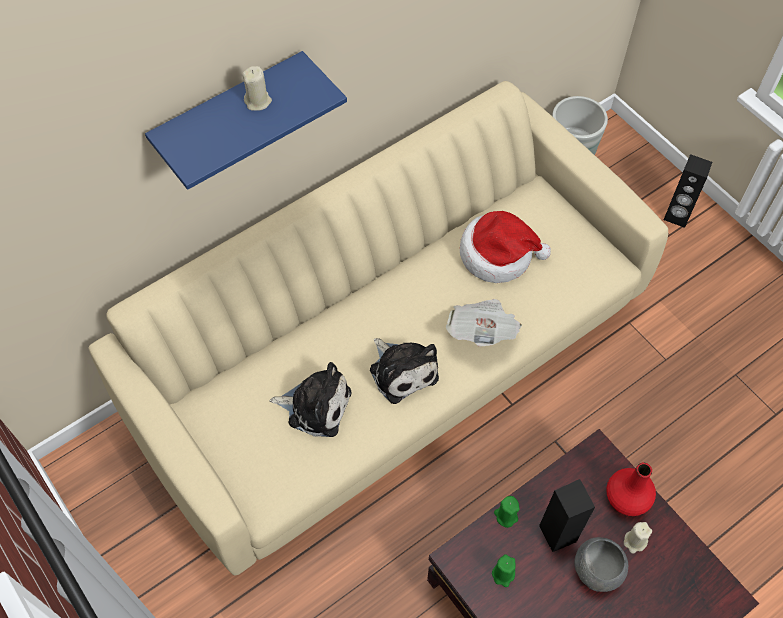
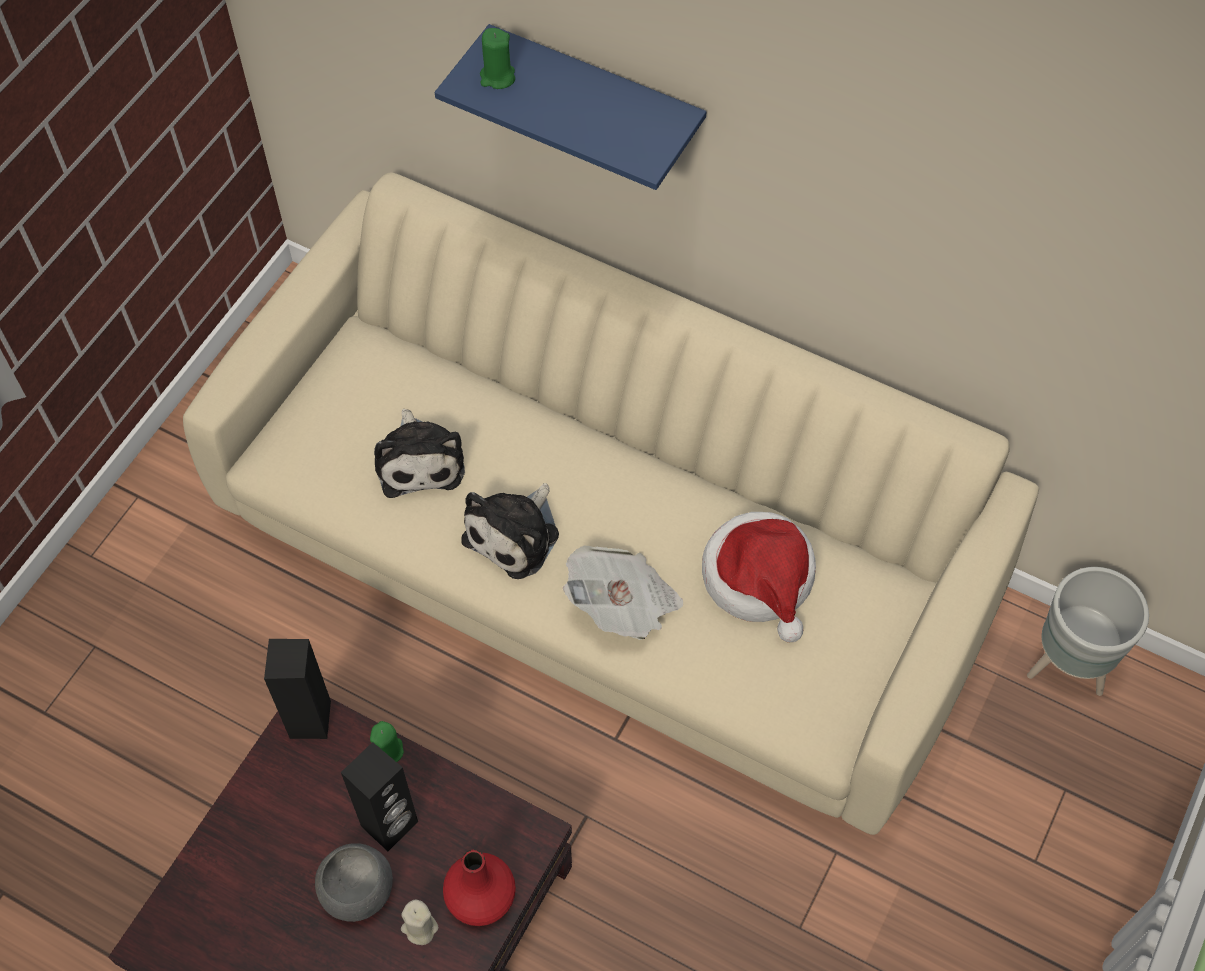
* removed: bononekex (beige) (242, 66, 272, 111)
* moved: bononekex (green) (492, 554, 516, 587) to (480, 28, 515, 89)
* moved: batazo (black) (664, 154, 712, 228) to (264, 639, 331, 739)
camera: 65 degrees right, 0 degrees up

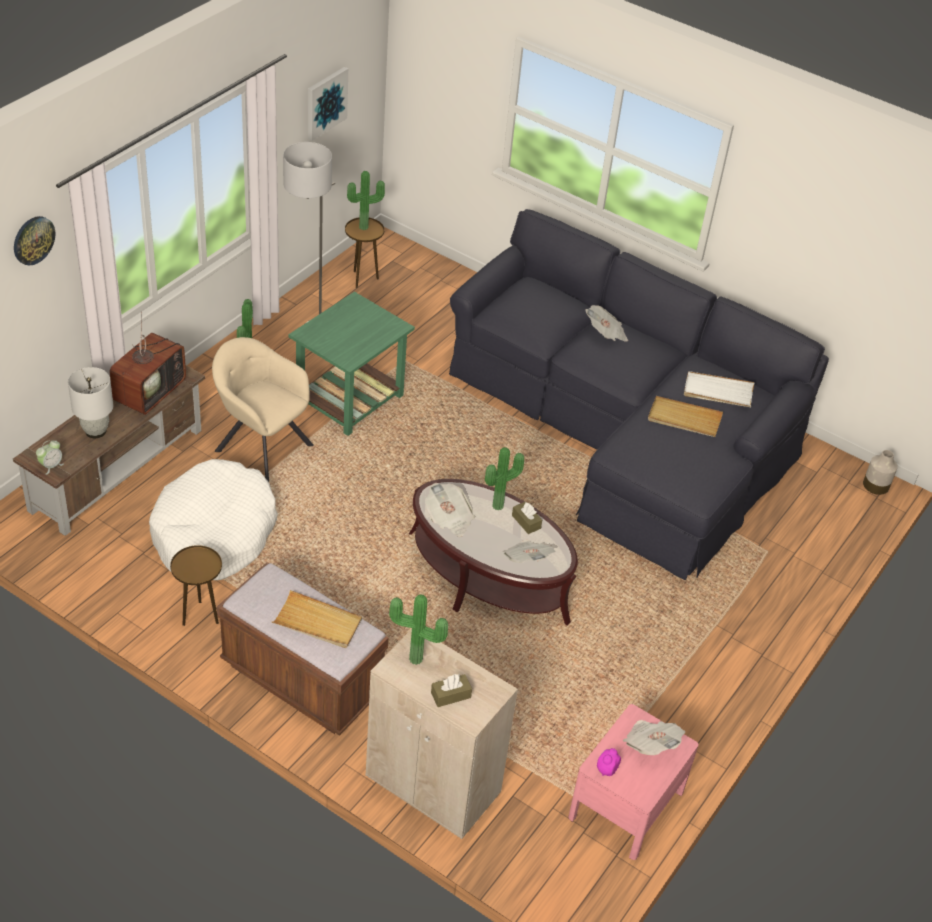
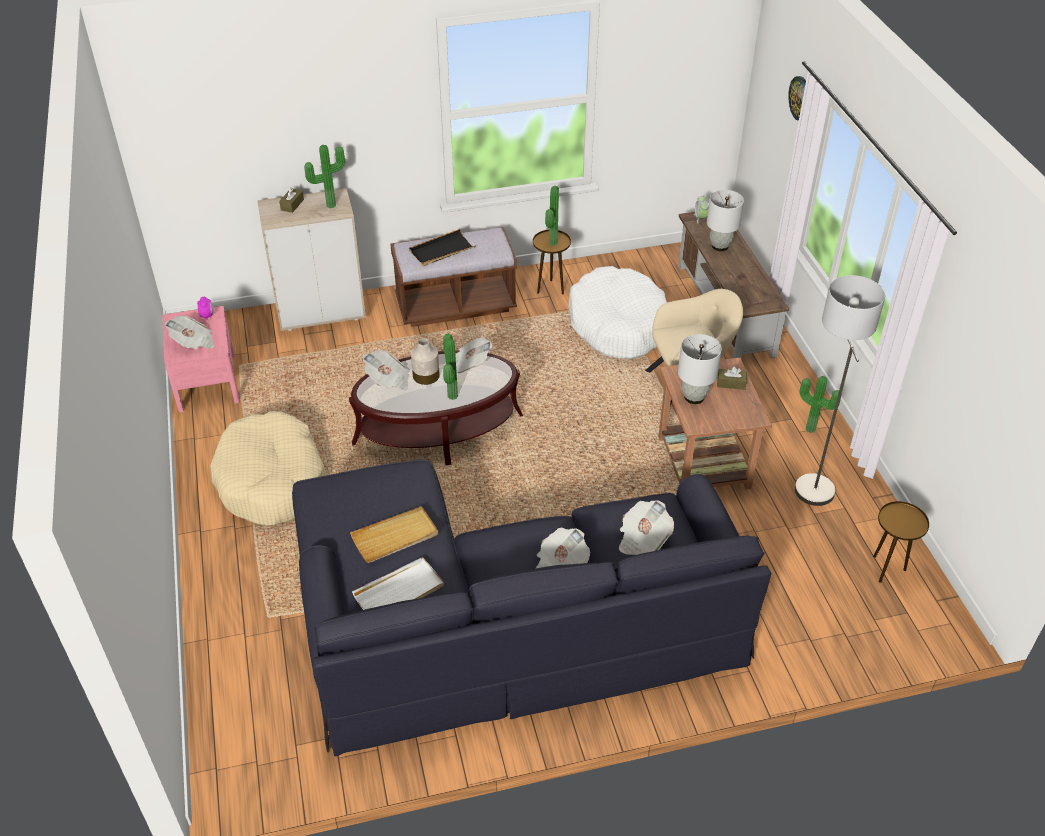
* removed: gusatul (110, 312, 186, 415)
* recoloured: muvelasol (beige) (272, 590, 362, 648) to muvelasol (black) (409, 229, 476, 266)
* recoloured: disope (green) (289, 292, 415, 436) to disope (brown) (659, 358, 772, 490)
* removed: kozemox (308, 67, 348, 141)
* moved: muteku (347, 171, 385, 230) to (545, 186, 559, 246)
* moved: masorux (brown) (512, 502, 542, 534) to (717, 367, 747, 390)
* moved: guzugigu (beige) (863, 450, 898, 495) to (411, 338, 440, 385)
* added: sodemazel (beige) (210, 411, 327, 526)
* added: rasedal (619, 500, 674, 555)
* added: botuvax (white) (678, 334, 722, 404)
camera: 135 degrees right, 0 degrees up

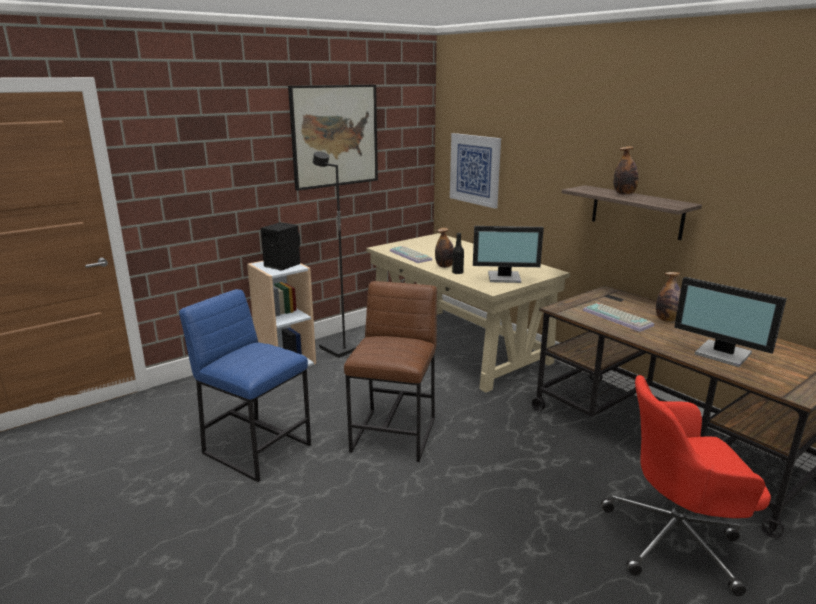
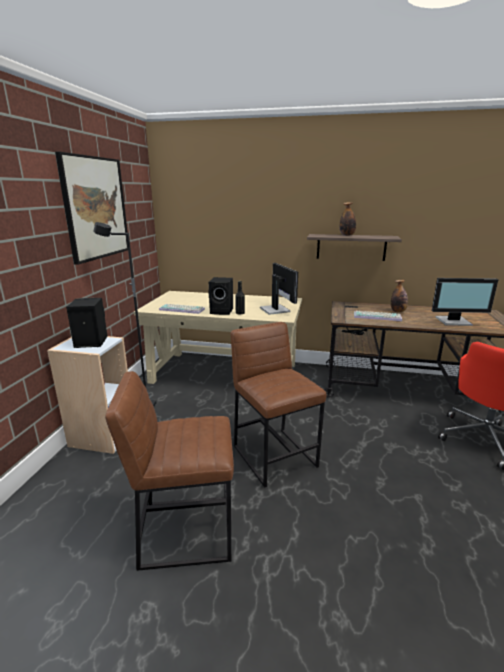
* recoloured: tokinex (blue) (179, 289, 311, 482) to tokinex (brown) (105, 371, 234, 571)
* replaced: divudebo (435, 228, 454, 268) to batazo (black) (208, 277, 233, 315)
* removed: kozemox (450, 133, 501, 209)
* turned: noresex (473, 226, 544, 283) = (260, 263, 298, 315) 75 degrees counterclockwise
camera: 40 degrees left, 0 degrees up

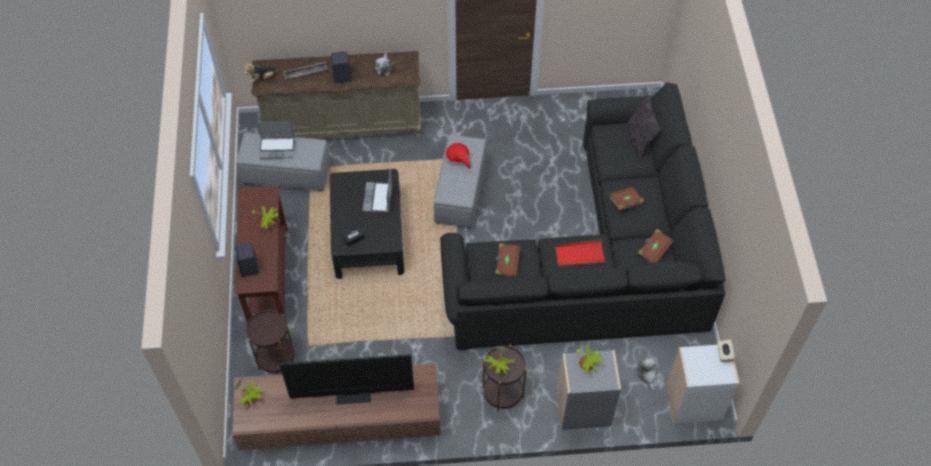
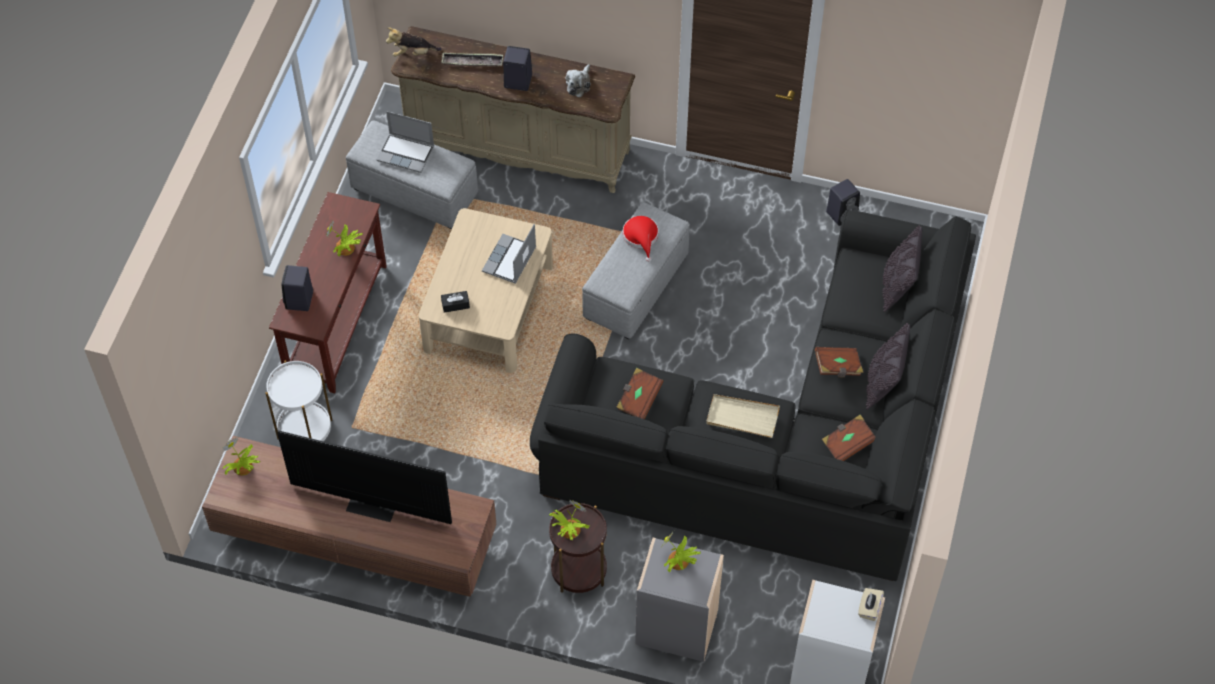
* recoloured: disope (brown) (246, 310, 295, 373) to disope (white) (265, 360, 333, 441)
* recoloured: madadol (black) (330, 169, 405, 279) to madadol (beige) (418, 208, 553, 373)
* recoloured: muvelasol (red) (555, 239, 605, 266) to muvelasol (beige) (706, 394, 780, 438)
* removed: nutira (637, 357, 657, 391)
* added: batazo (black) (826, 179, 860, 226)
* added: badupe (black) (866, 323, 910, 410)
camera: 20 degrees right, 0 degrees up

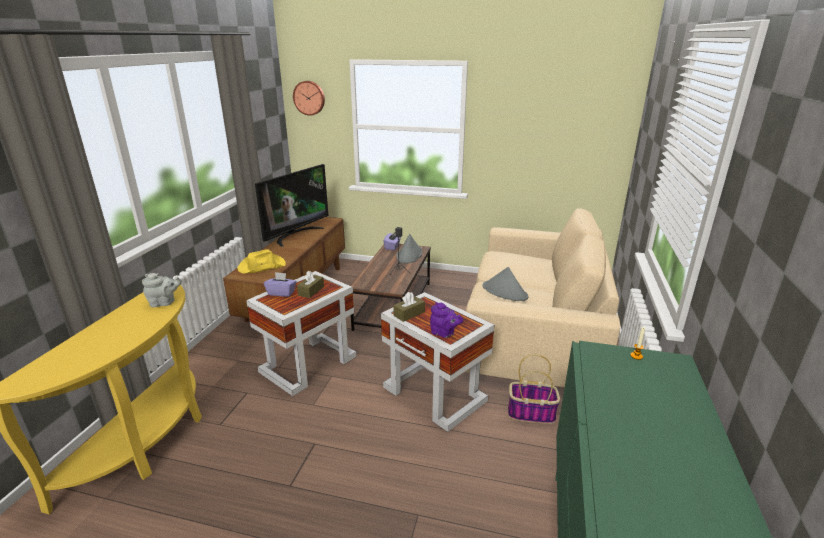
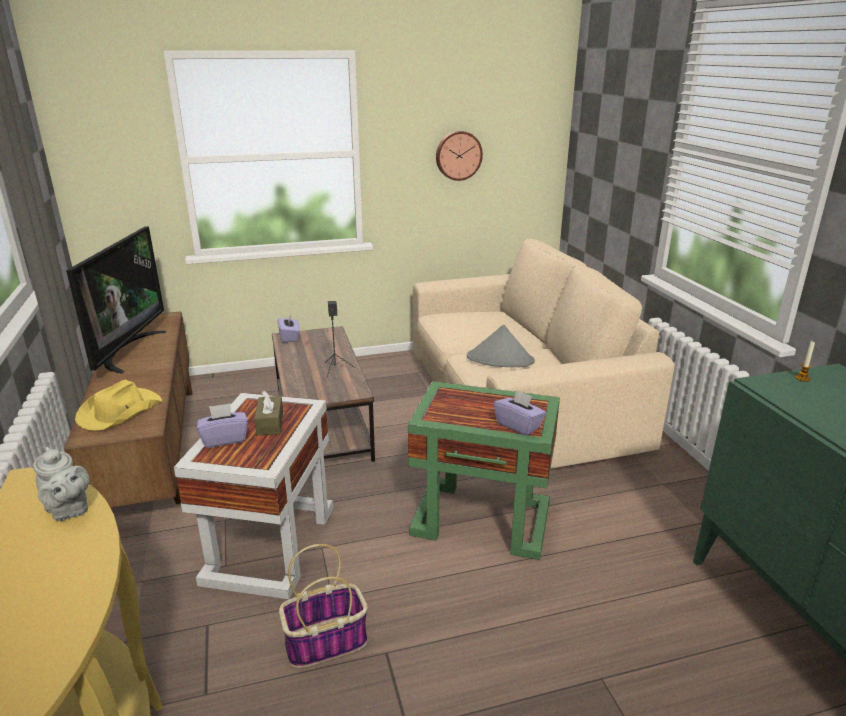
* turned: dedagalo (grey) (142, 273, 182, 307) = (33, 447, 89, 521) 90 degrees clockwise
* moved: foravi (293, 81, 325, 116) to (436, 131, 483, 181)
* recoloured: disope (white) (381, 292, 494, 432) to disope (green) (408, 381, 560, 560)
* removed: masorux (brown) (393, 292, 425, 322)
* removed: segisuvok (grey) (396, 234, 422, 263)
* replaced: dedagalo (purple) (430, 302, 463, 338) to masorux (purple) (494, 389, 546, 436)
* moved: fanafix (508, 354, 560, 424) to (279, 544, 368, 668)
camera: 30 degrees left, 0 degrees up

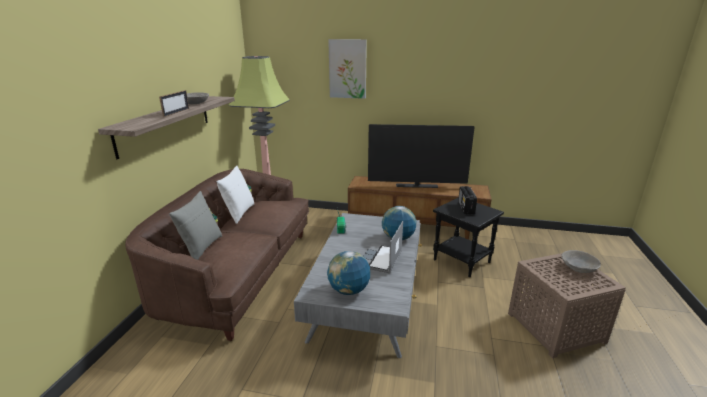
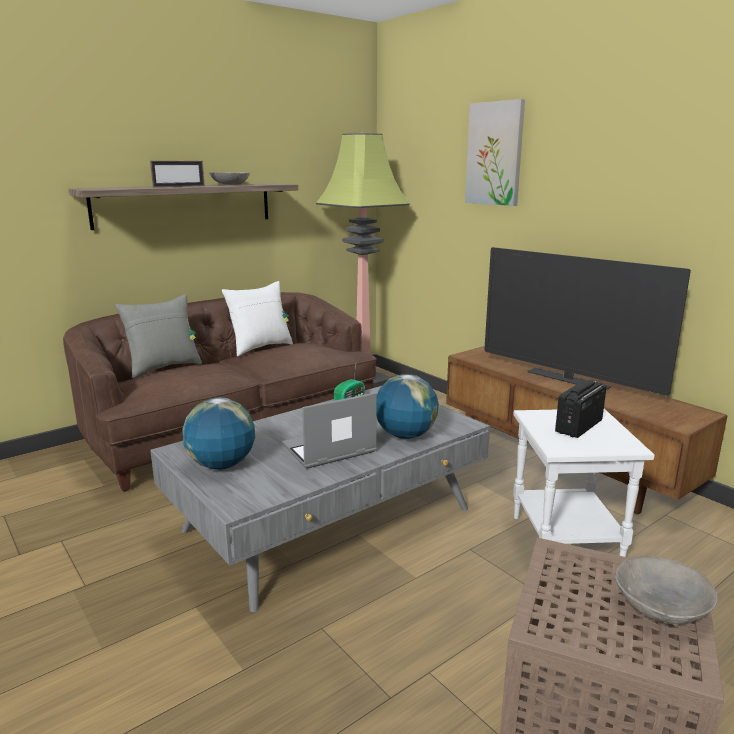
* recoloured: disope (black) (433, 197, 504, 277) to disope (white) (513, 409, 655, 557)
camera: 40 degrees right, 5 degrees down

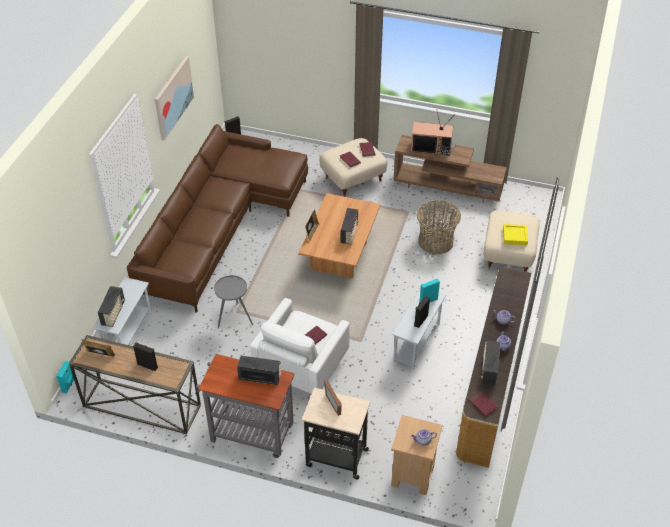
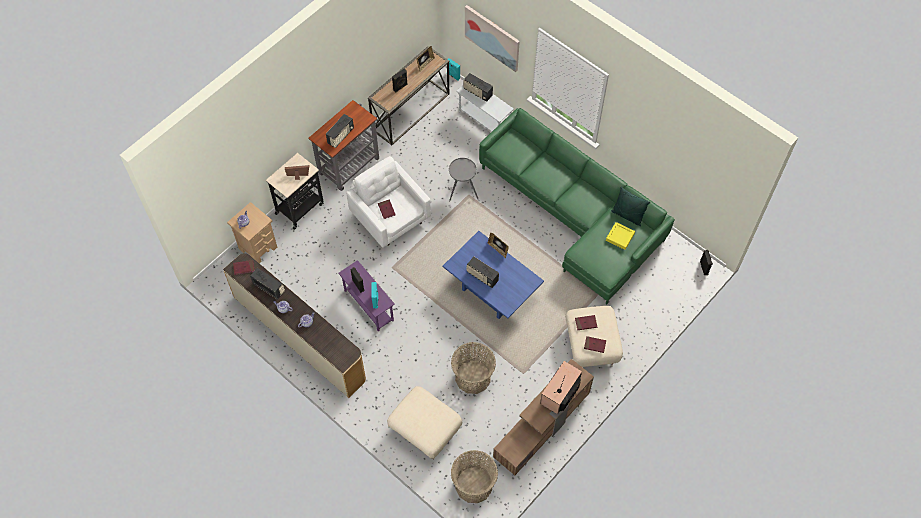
* recoloured: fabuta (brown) (127, 124, 308, 313) to fabuta (green) (479, 108, 675, 304)
* moved: kozemox (155, 56, 194, 141) to (465, 5, 520, 72)
* recoloured: madadol (brown) (299, 193, 381, 279) to madadol (blue) (443, 231, 544, 319)
* recoloured: disope (white) (392, 287, 446, 369) to disope (purple) (338, 260, 395, 331)
* moved: muvelasol (yellow) (503, 224, 528, 245) to (606, 222, 635, 250)
* added: fanafix (451, 450, 498, 503)
* added: badupe (green) (611, 187, 650, 226)
camera: 115 degrees right, 15 degrees up

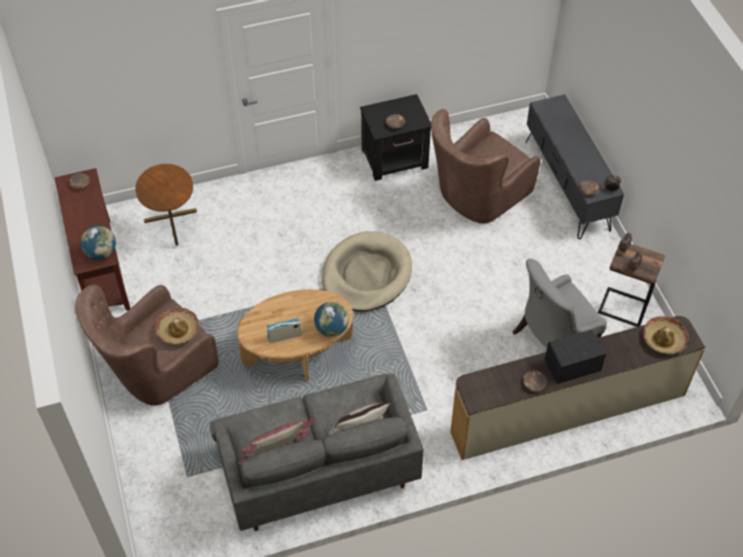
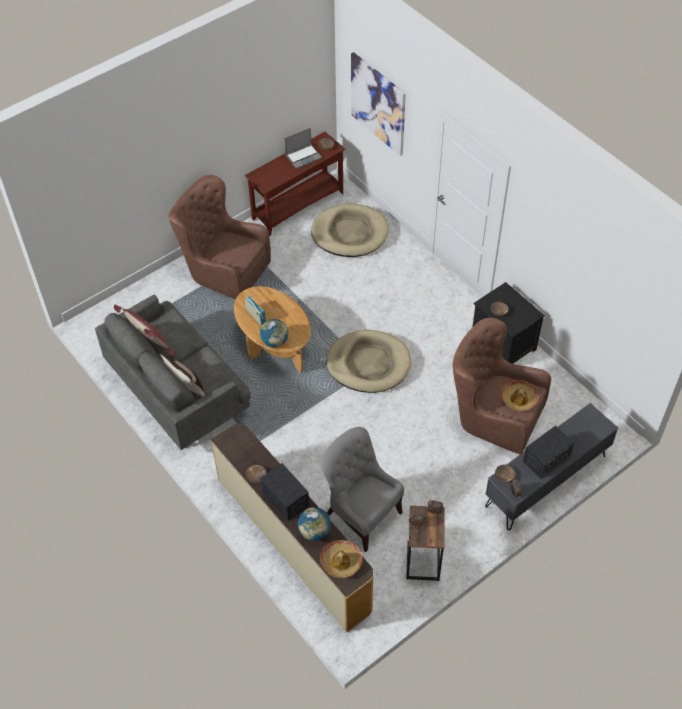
* moved: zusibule (81, 225, 116, 260) to (298, 507, 331, 541)
* replaced: disope (brown) (135, 164, 197, 245) to sodemazel (beige) (311, 203, 389, 257)
* moved: segisuvok (155, 308, 199, 344) to (502, 380, 539, 411)
* added: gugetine (284, 128, 322, 169)
* added: kozemox (351, 52, 406, 156)
* added: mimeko (523, 425, 574, 478)
camera: 70 degrees right, 0 degrees up

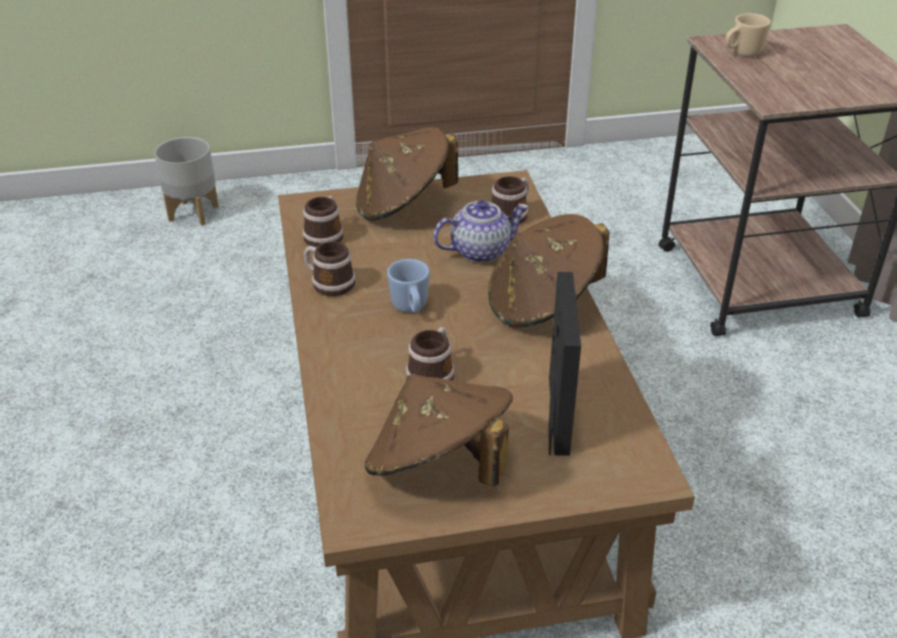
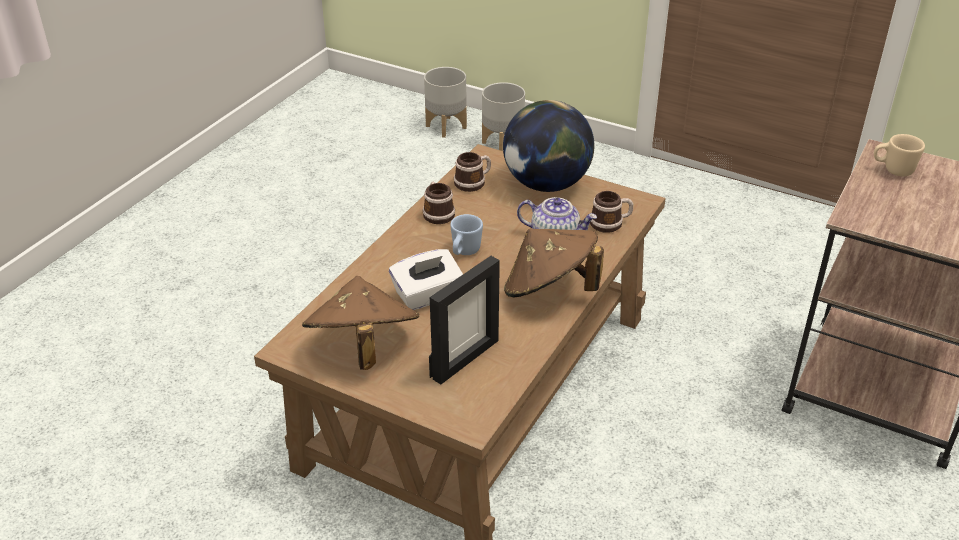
* replaced: segisuvok (brown) (356, 127, 458, 221) to zusibule (503, 100, 594, 192)
* replaced: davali (406, 327, 455, 380) to masorux (white) (389, 249, 463, 310)
* added: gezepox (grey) (424, 67, 467, 138)
camera: 40 degrees right, 0 degrees up

